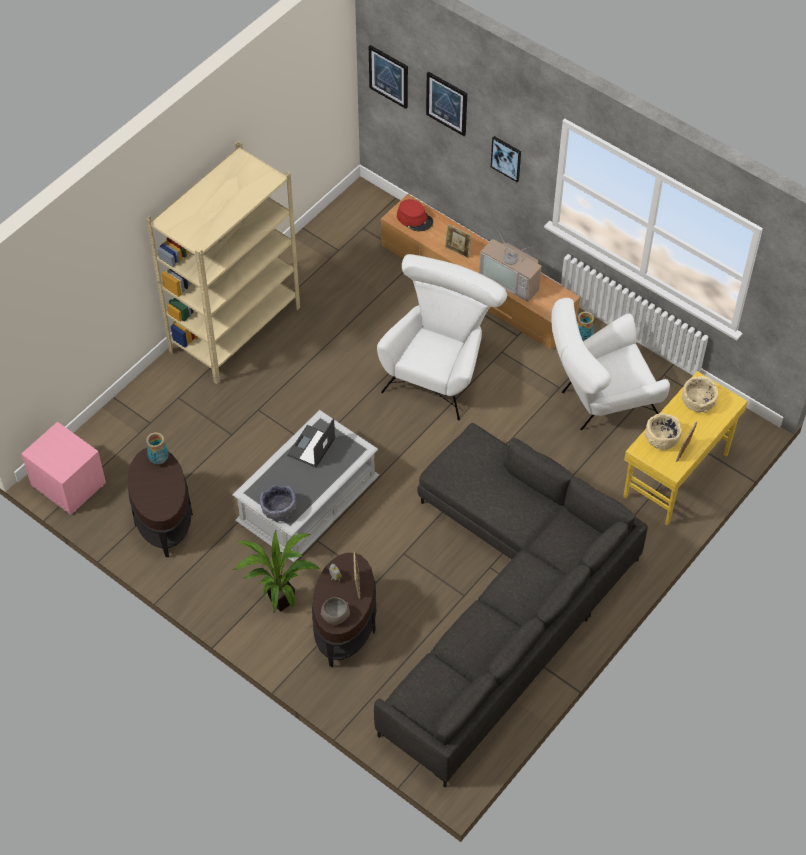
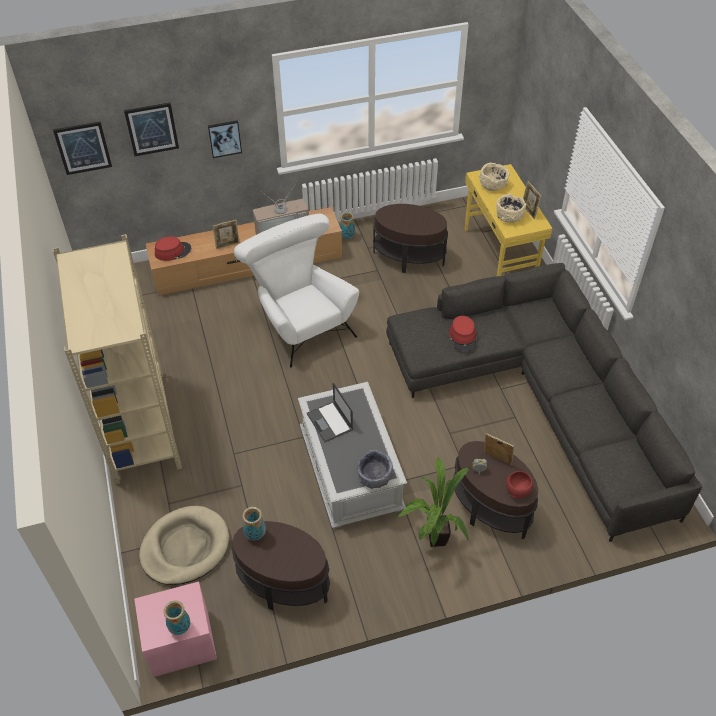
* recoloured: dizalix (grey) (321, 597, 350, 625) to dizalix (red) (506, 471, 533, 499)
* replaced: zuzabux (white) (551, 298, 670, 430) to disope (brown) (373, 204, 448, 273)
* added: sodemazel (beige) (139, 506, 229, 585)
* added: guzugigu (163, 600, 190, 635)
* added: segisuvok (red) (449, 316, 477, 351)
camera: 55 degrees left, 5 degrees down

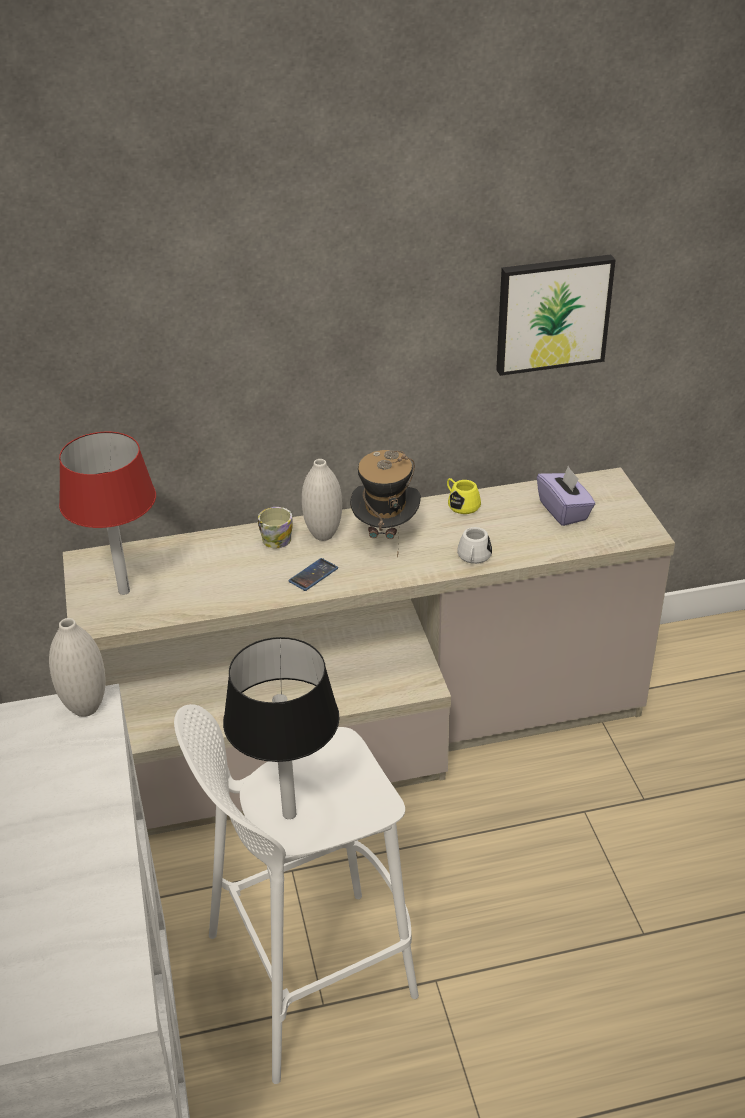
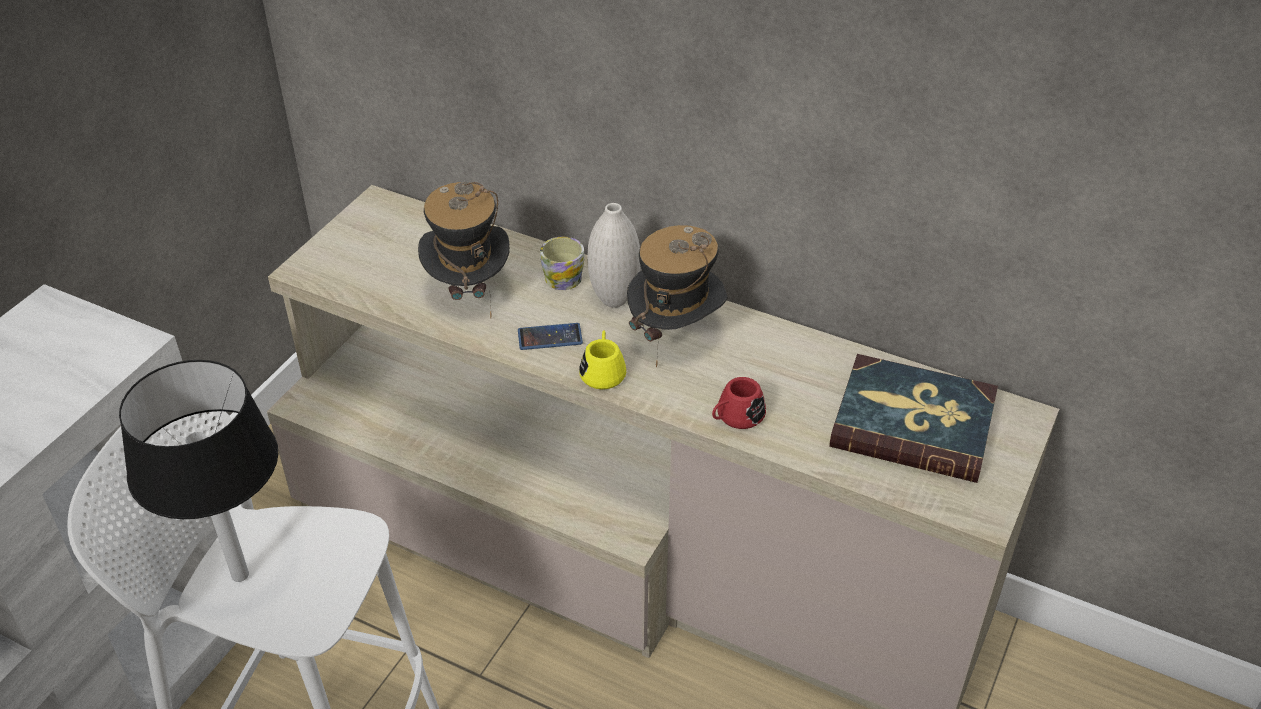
* removed: guzugigu (white) (49, 618, 106, 717)
* removed: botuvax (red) (59, 432, 156, 595)
* moved: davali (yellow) (447, 478, 481, 514) to (579, 331, 626, 389)
* recoloured: davali (white) (457, 527, 492, 564) to davali (red) (712, 377, 766, 429)
* removed: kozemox (496, 255, 616, 376)
* replaced: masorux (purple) (537, 466, 595, 526) to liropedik (829, 354, 998, 483)
* added: segisuvok (418, 182, 510, 318)
camera: 40 degrees right, 5 degrees up

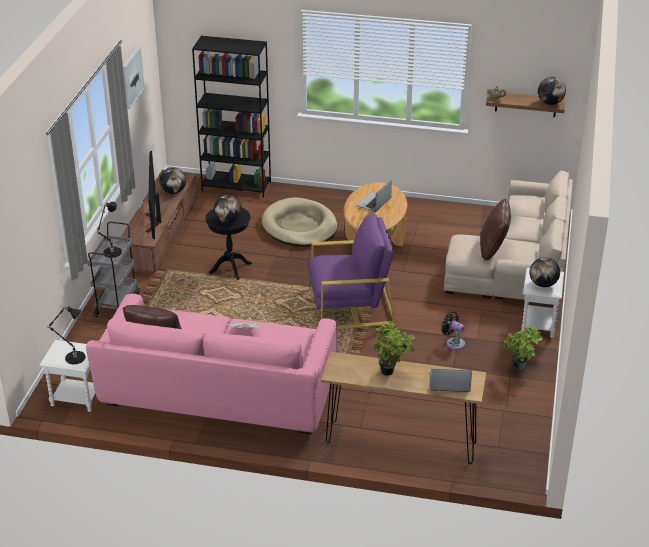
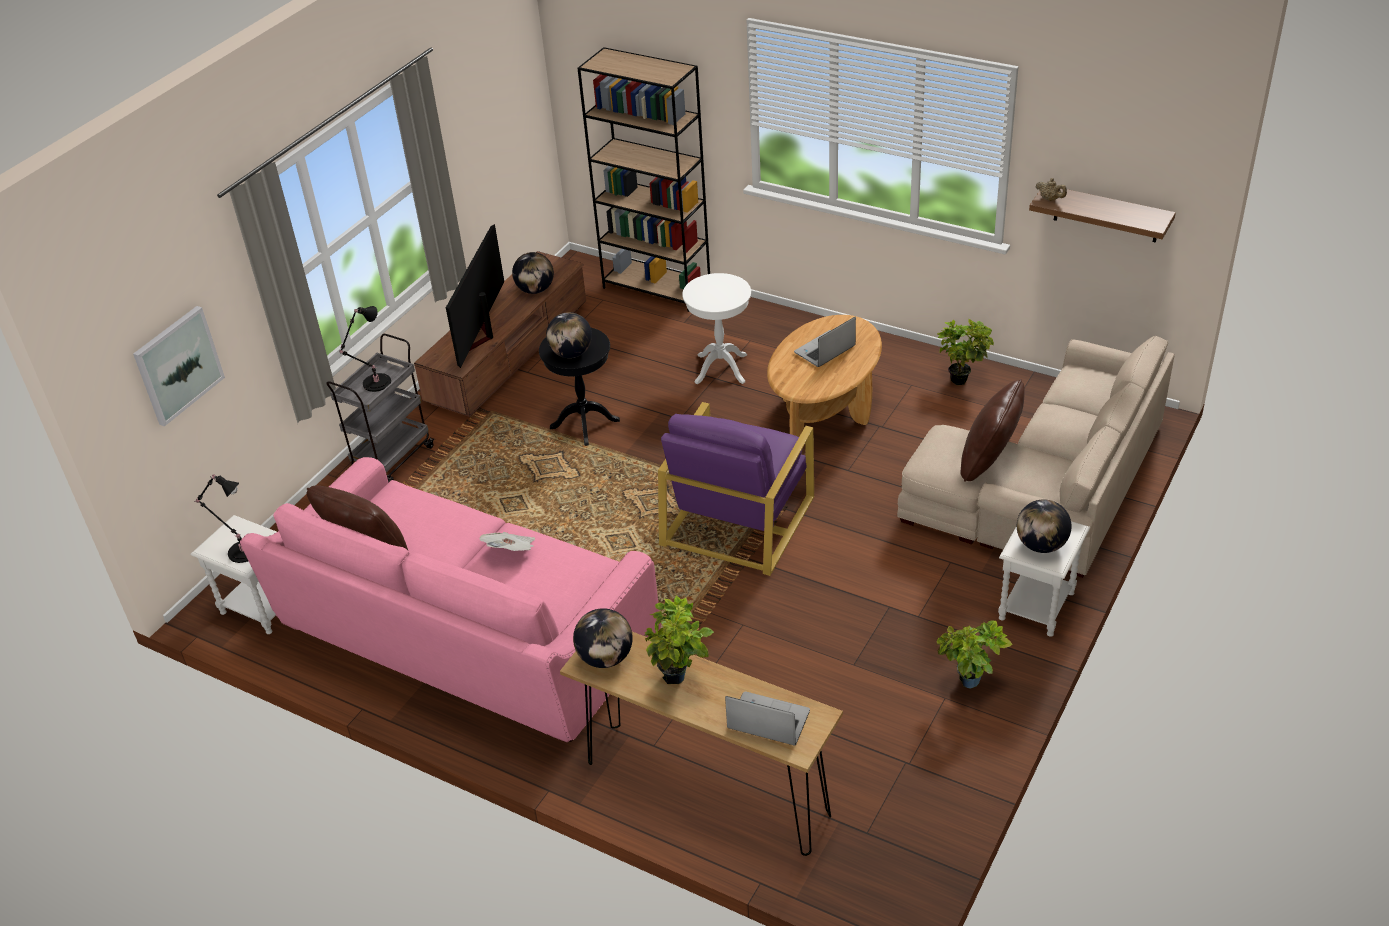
* moved: kozemox (123, 46, 145, 109) to (133, 306, 225, 427)
* recoloured: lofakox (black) (192, 36, 271, 198) to lofakox (beige) (577, 47, 710, 312)
* replaced: sodemazel (beige) (262, 197, 337, 247) to disope (white) (682, 273, 751, 384)
* turned: zuzabux (purple) (308, 214, 395, 329) = (658, 402, 814, 576) 105 degrees clockwise
* removed: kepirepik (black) (441, 312, 465, 350)
* moved: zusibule (538, 77, 566, 105) to (573, 608, 633, 668)
* added: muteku (937, 319, 994, 385)
camera: 20 degrees right, 5 degrees up

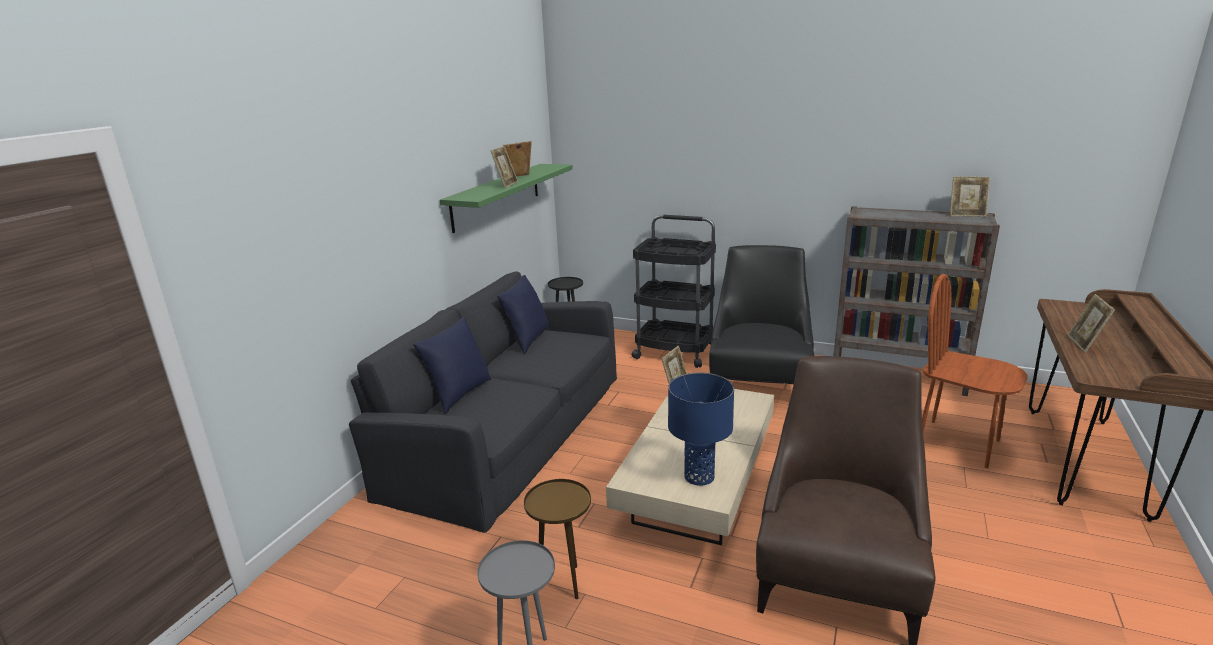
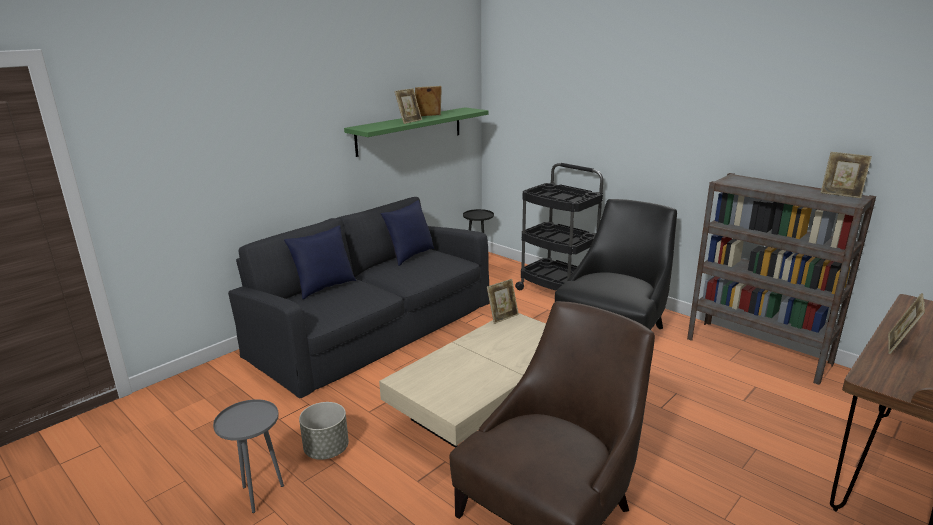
* replaced: disope (brown) (524, 479, 591, 599) to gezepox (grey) (299, 402, 349, 460)
* removed: botuvax (blue) (668, 373, 734, 486)
* removed: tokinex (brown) (922, 274, 1028, 468)
camera: 20 degrees right, 0 degrees up

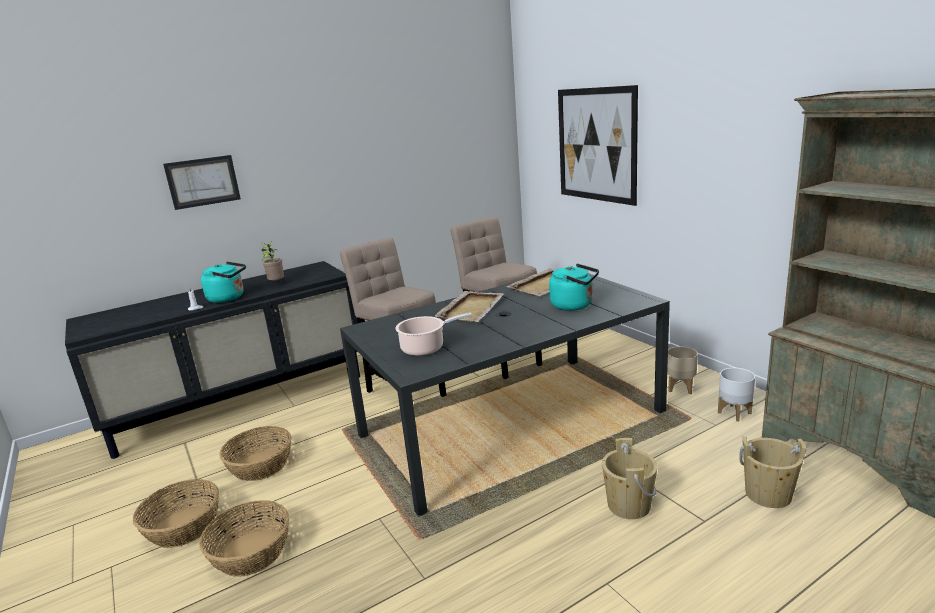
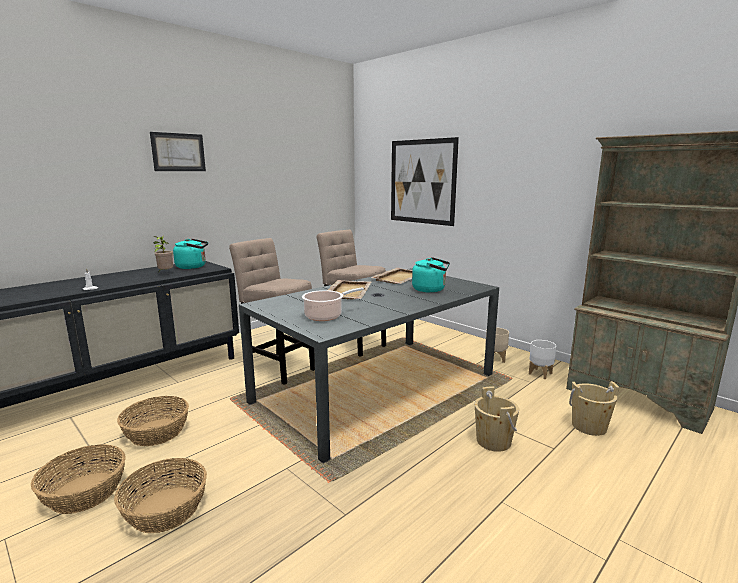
* moved: kozemox (163, 155, 241, 210) to (150, 132, 206, 171)
* moved: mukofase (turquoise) (201, 261, 246, 303) to (173, 239, 208, 269)
camera: 15 degrees left, 5 degrees down

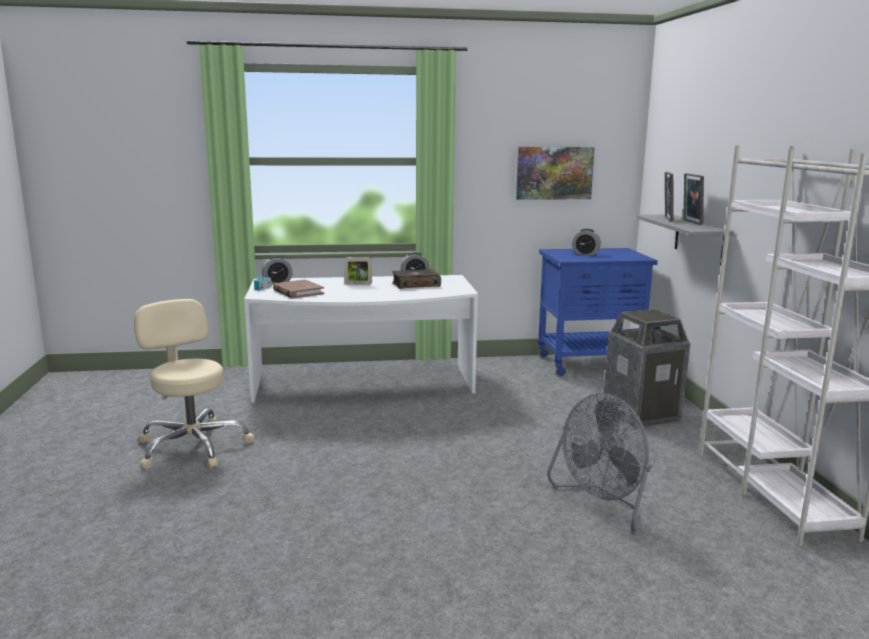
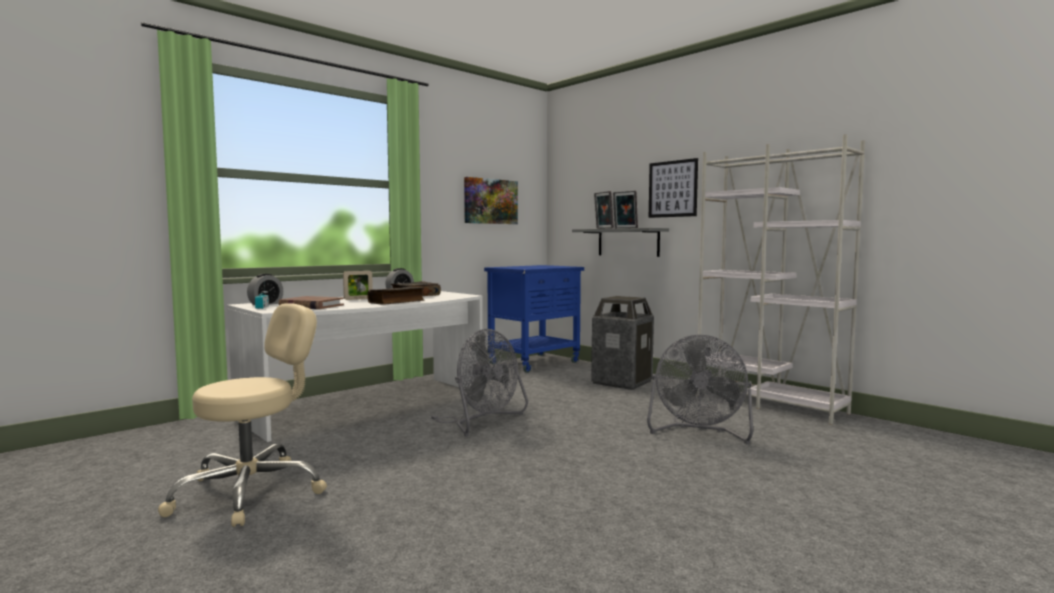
* turned: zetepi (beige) (134, 299, 254, 469) = (158, 303, 327, 527) 120 degrees clockwise
* removed: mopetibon (572, 229, 601, 255)
* added: liropedik (367, 287, 425, 305)
* added: kepirepik (grey) (431, 329, 528, 437)
* added: kozemox (649, 158, 698, 218)
camera: 35 degrees left, 10 degrees down

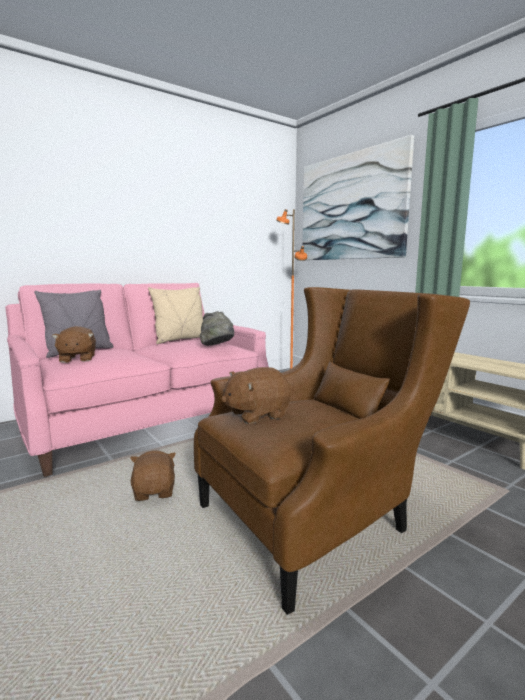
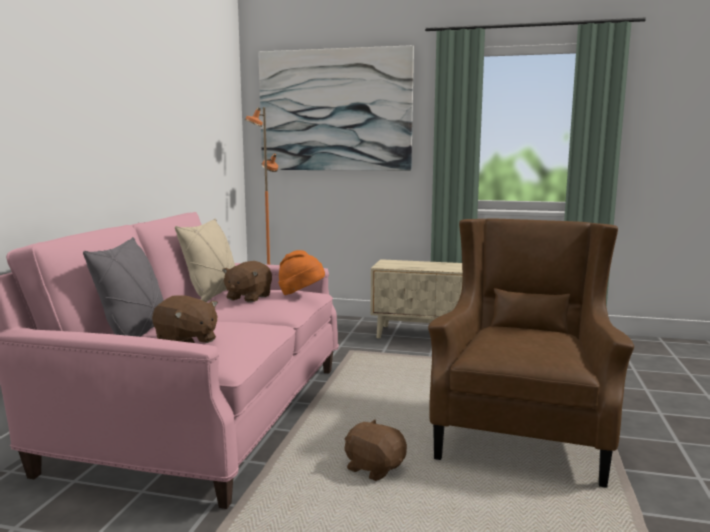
* recoloured: segisuvok (grey) (200, 311, 234, 346) to segisuvok (orange) (278, 250, 325, 295)
* moved: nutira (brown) (221, 367, 291, 424) to (222, 261, 272, 303)
camera: 40 degrees left, 0 degrees up

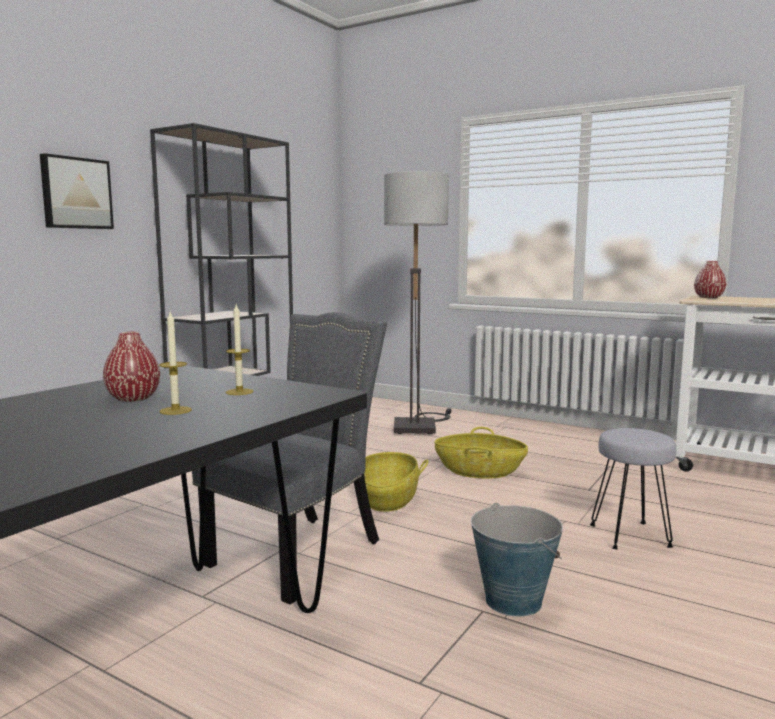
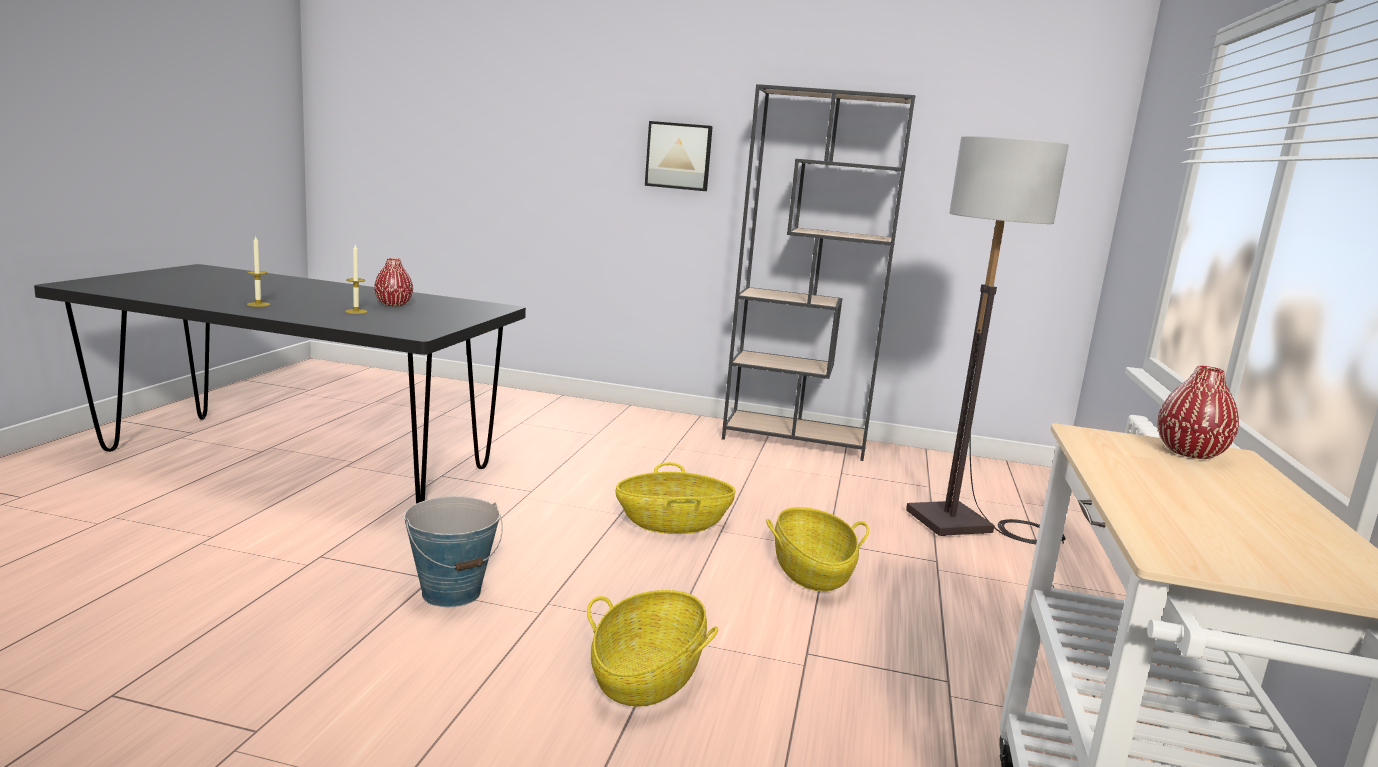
* removed: tokinex (grey) (192, 312, 387, 605)
* moved: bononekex (226, 305, 254, 395) to (247, 237, 270, 307)
* replaced: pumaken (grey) (590, 428, 676, 550) to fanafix (587, 590, 718, 707)
camera: 70 degrees right, 5 degrees up

